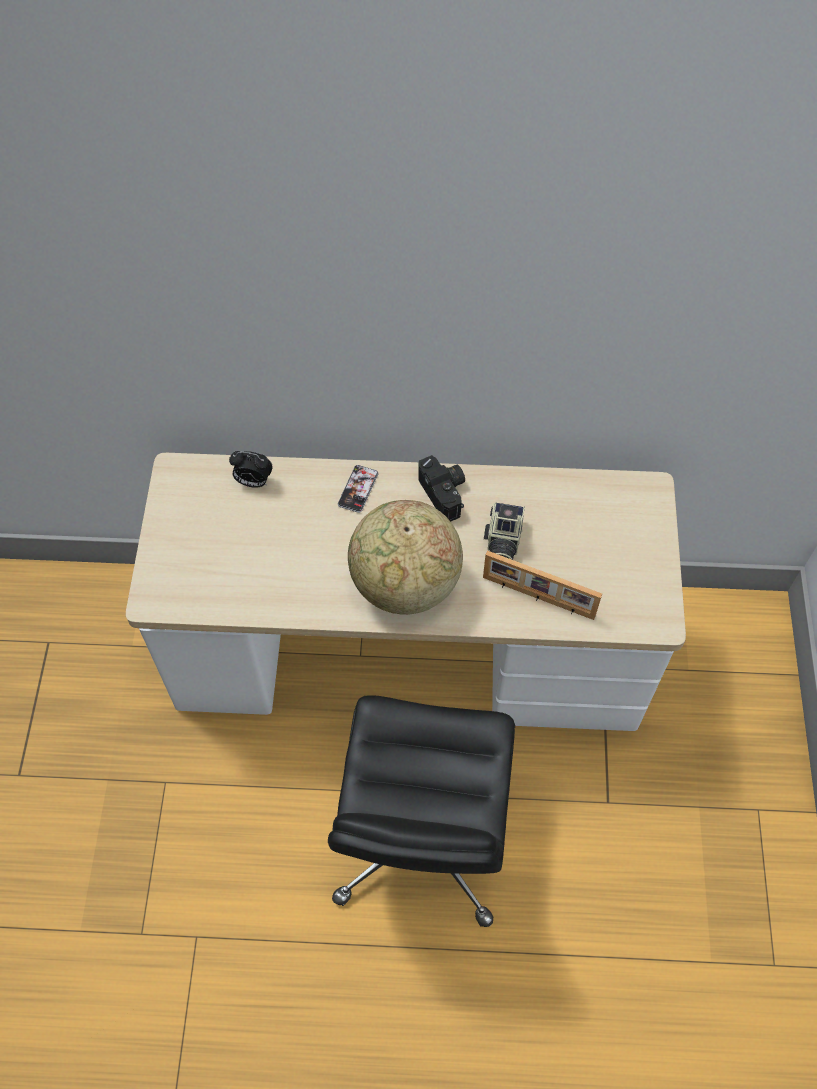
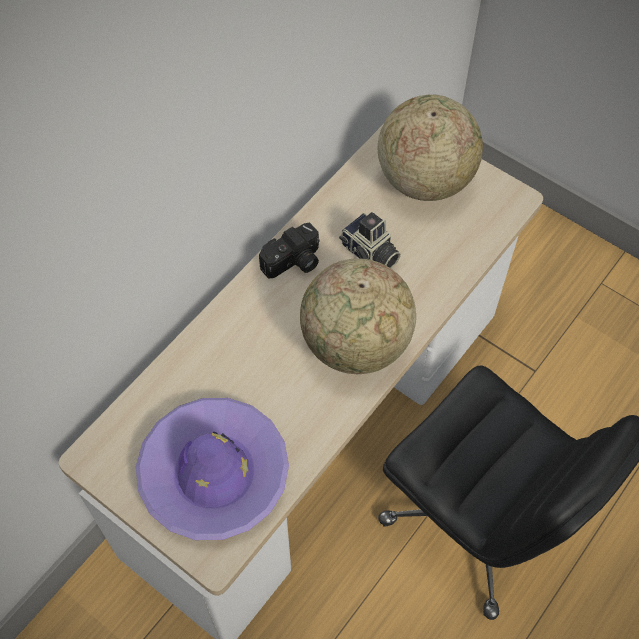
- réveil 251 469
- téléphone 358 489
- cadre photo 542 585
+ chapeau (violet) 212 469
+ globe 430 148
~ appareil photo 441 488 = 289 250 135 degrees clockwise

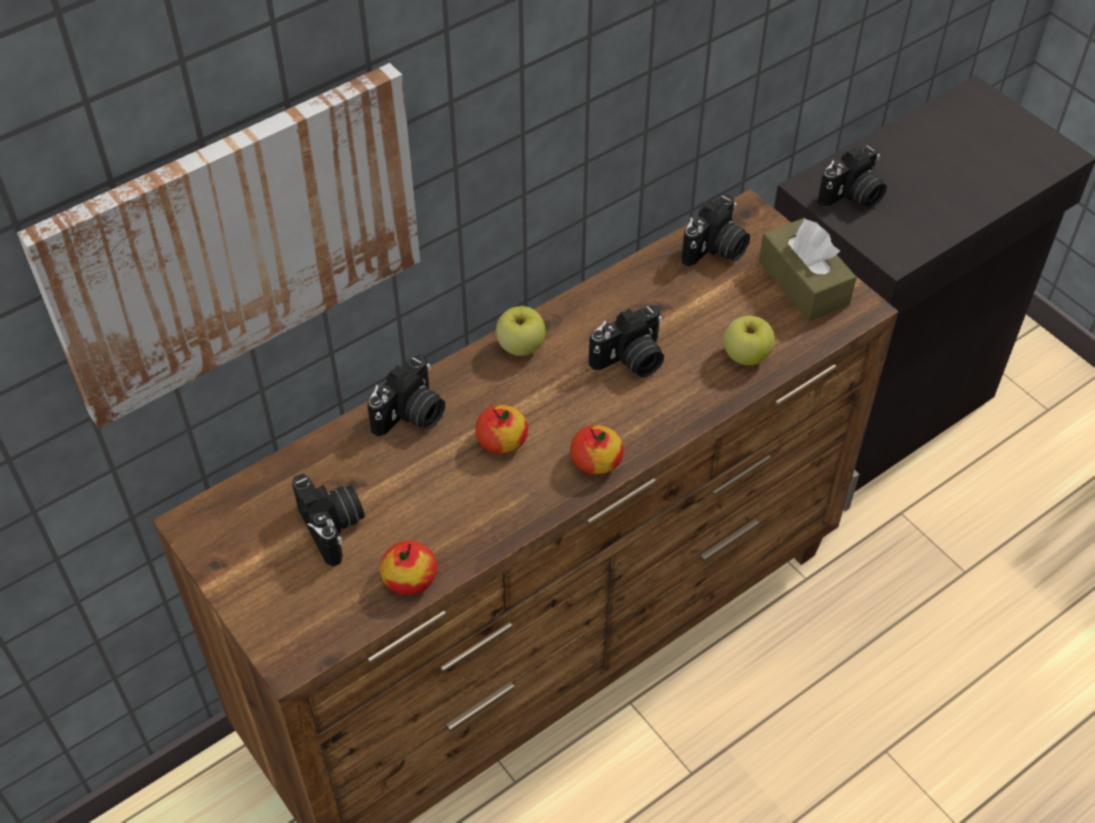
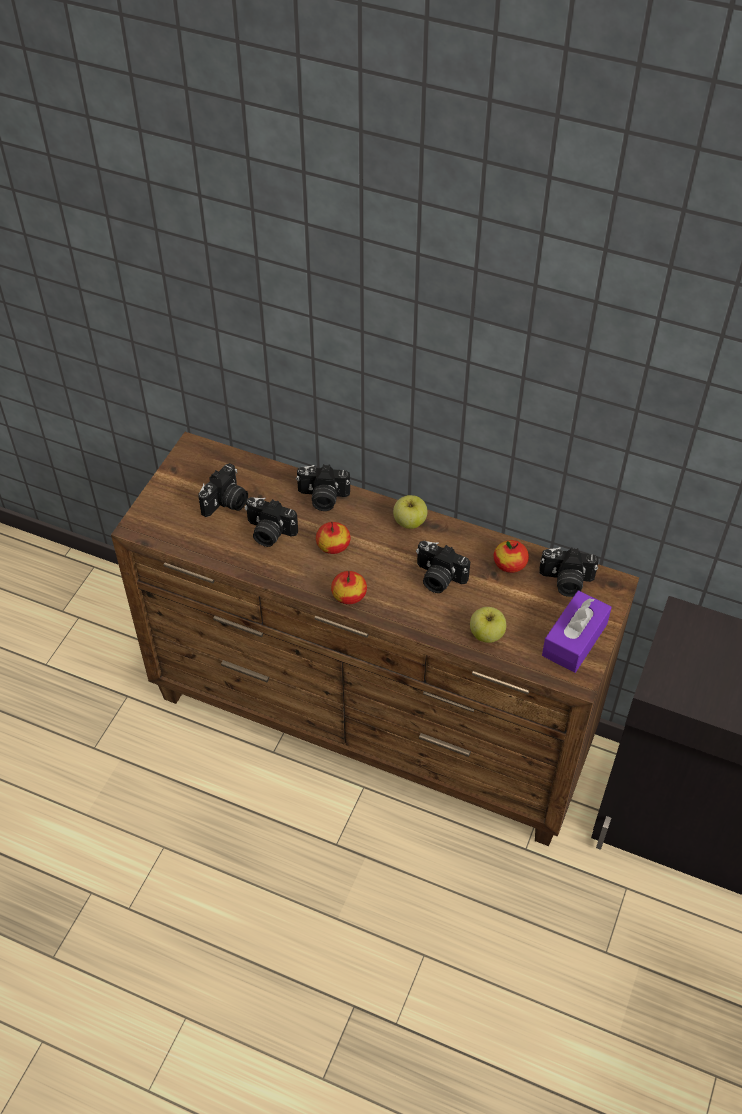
- tableau 218 245
~ pomme 408 568 to 511 556
~ appareil photo 852 177 to 271 522
~ boîte à mouchoirs (marron) 807 269 to boîte à mouchoirs (violet) 577 632

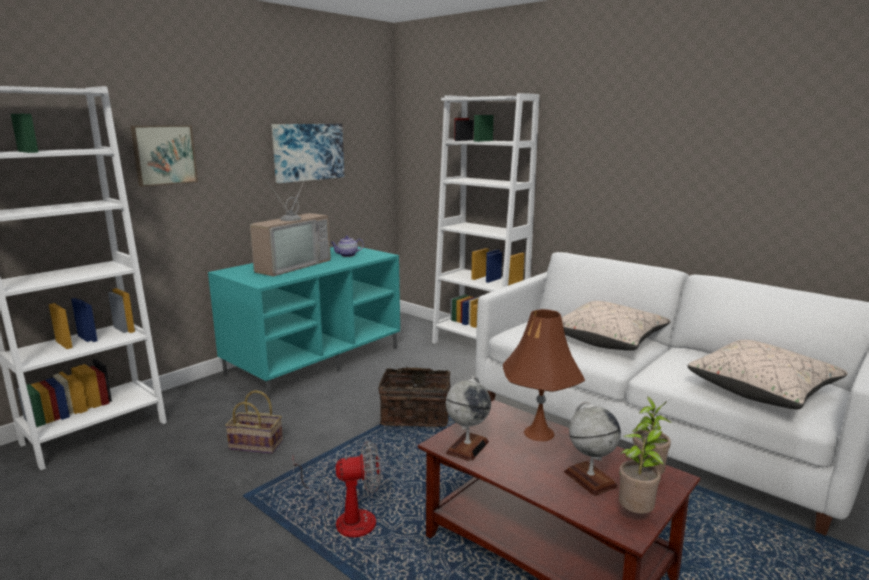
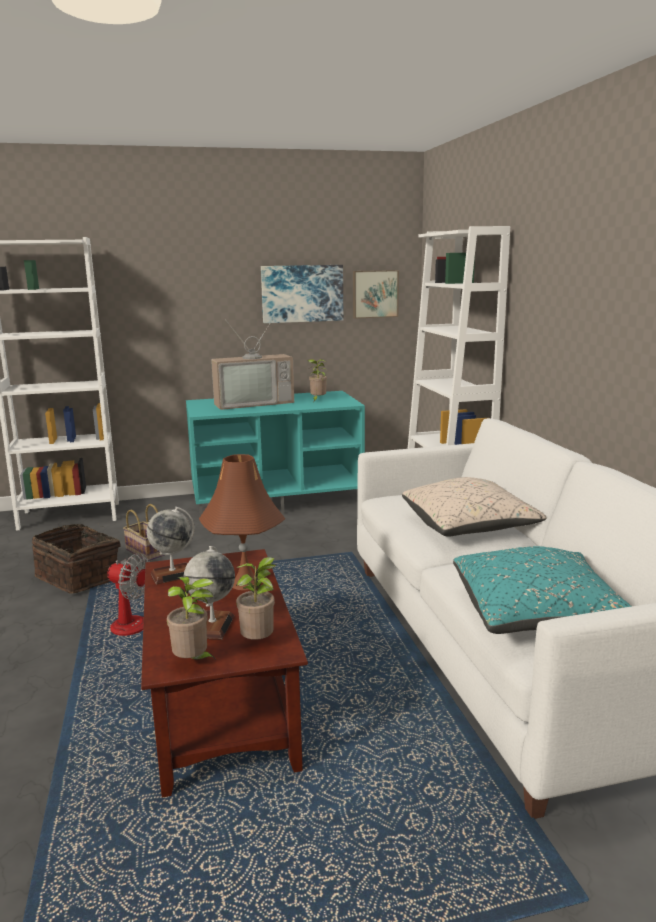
~ tableau 164 156 to 376 294
~ panier 414 396 to 76 559
~ théière 347 246 to plante en pot 317 380
~ coussin (beige) 768 374 to coussin (turquoise) 542 590

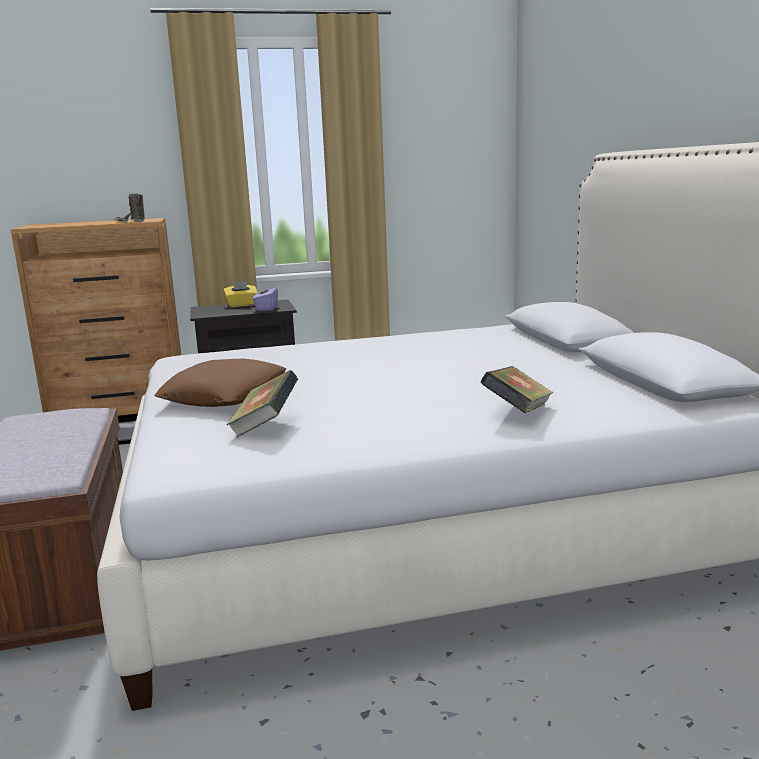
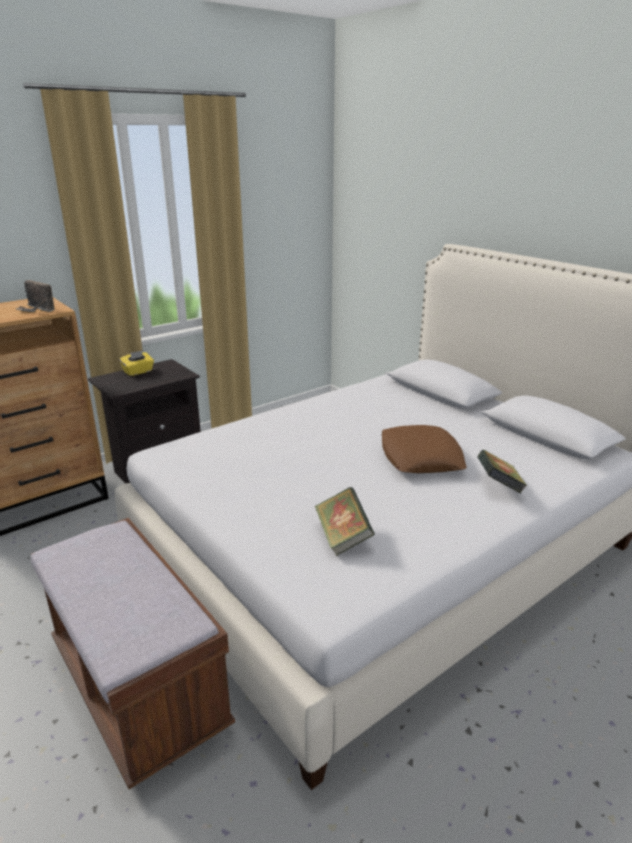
- boîte à mouchoirs (violet) 265 297
~ coussin (marron) 221 383 to 423 449

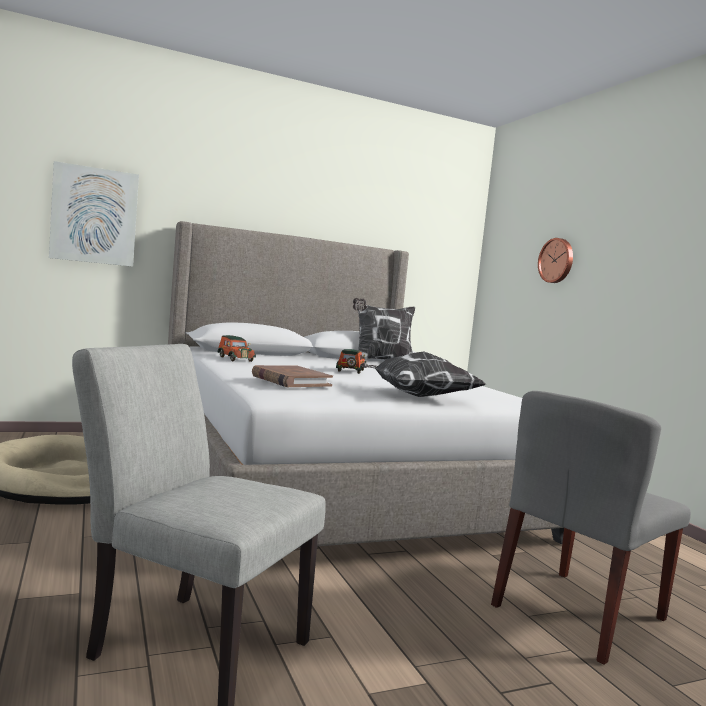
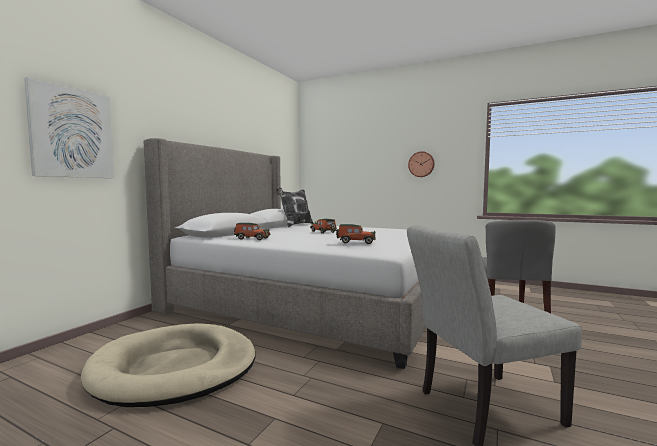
- coussin 423 374
~ horloge murale 555 260 to 421 164
~ livre (marron) 292 376 to petite voiture 356 234

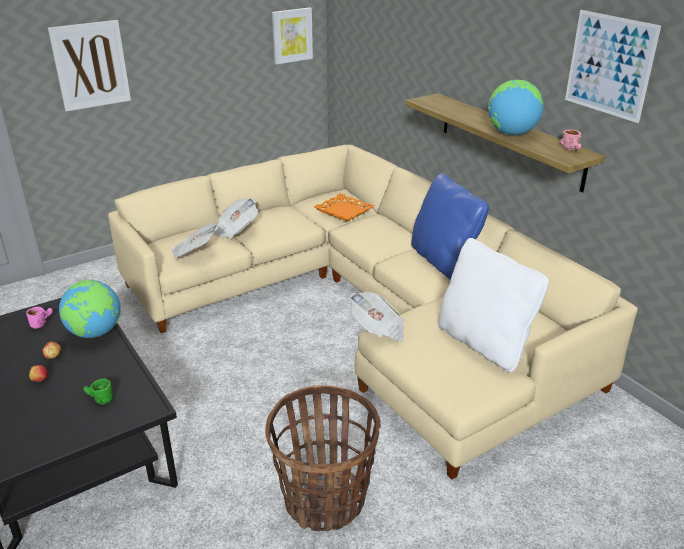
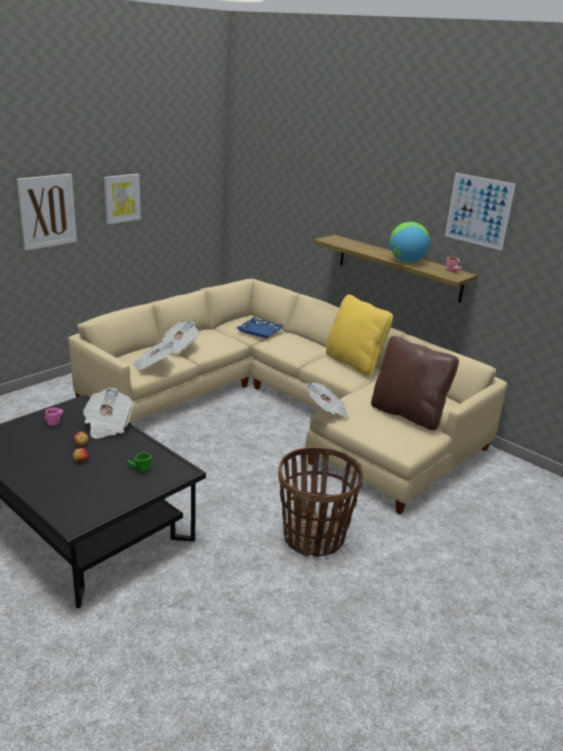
~ tableau 292 36 to 122 199
~ globe 90 309 to journal 108 413
~ plateau (orange) 343 207 to plateau (bleu) 260 327
~ coussin (bleu) 450 226 to coussin (jaune) 359 335
~ coussin (blanc) 493 305 to coussin (marron) 415 383

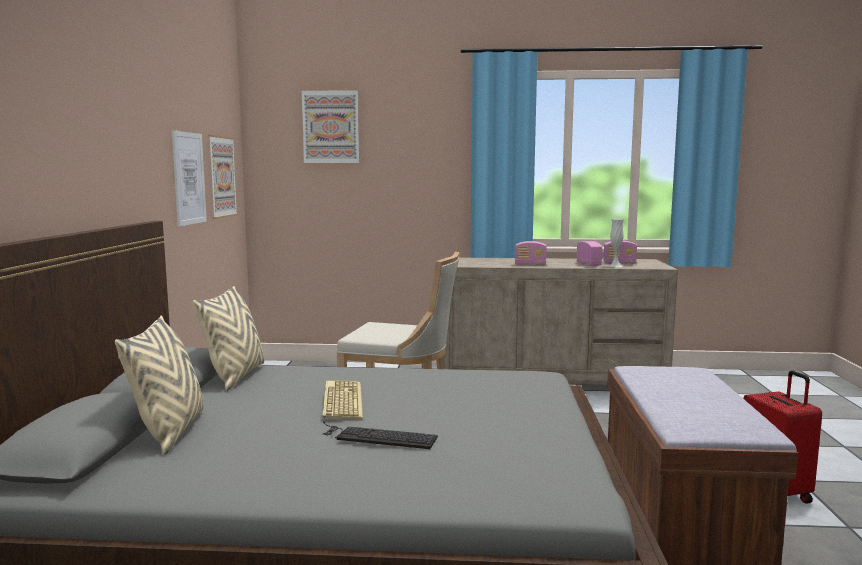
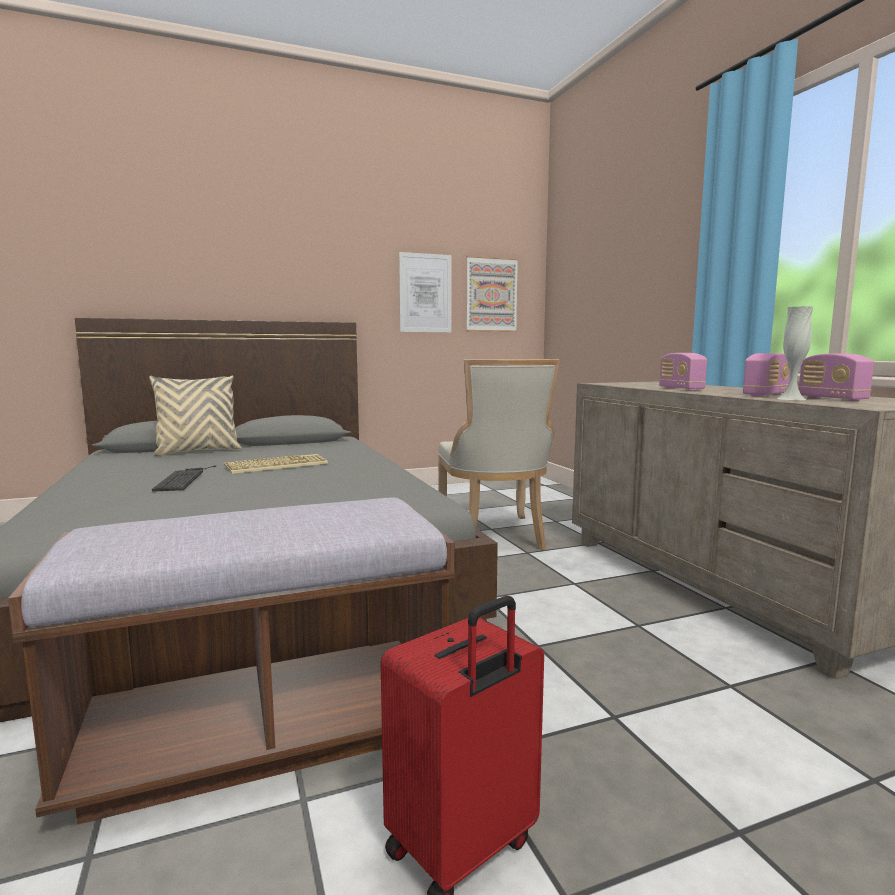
- coussin (beige) 228 338
- tableau 330 126

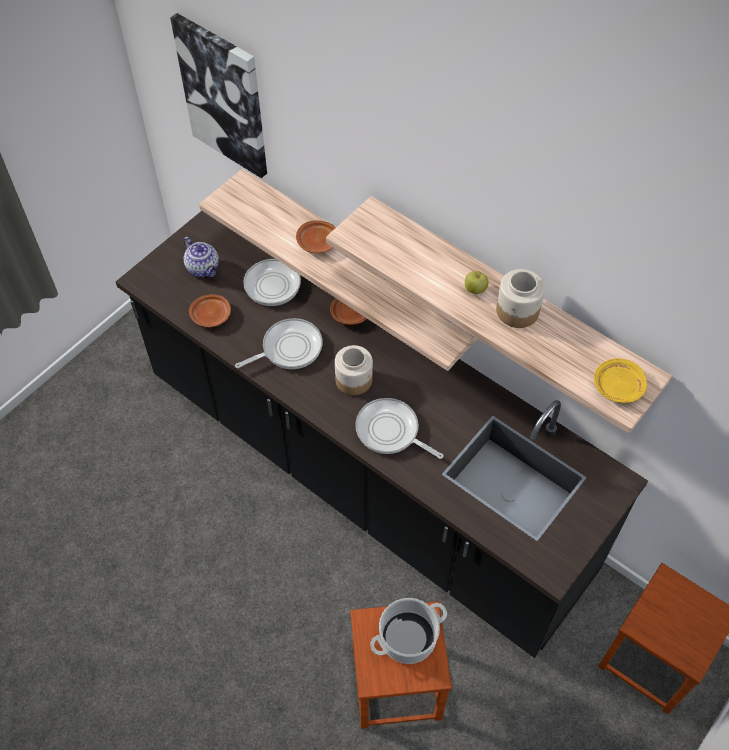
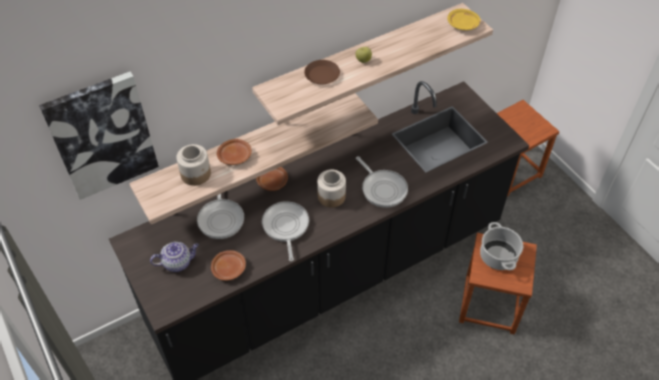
+ assiette (marron) 322 72
~ bocal 520 298 to 193 165
~ poêle 399 428 = 382 182 90 degrees counterclockwise

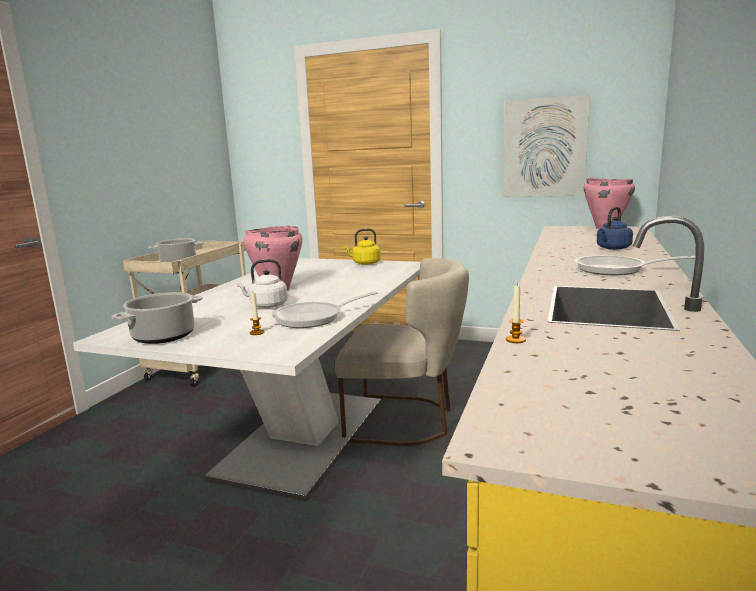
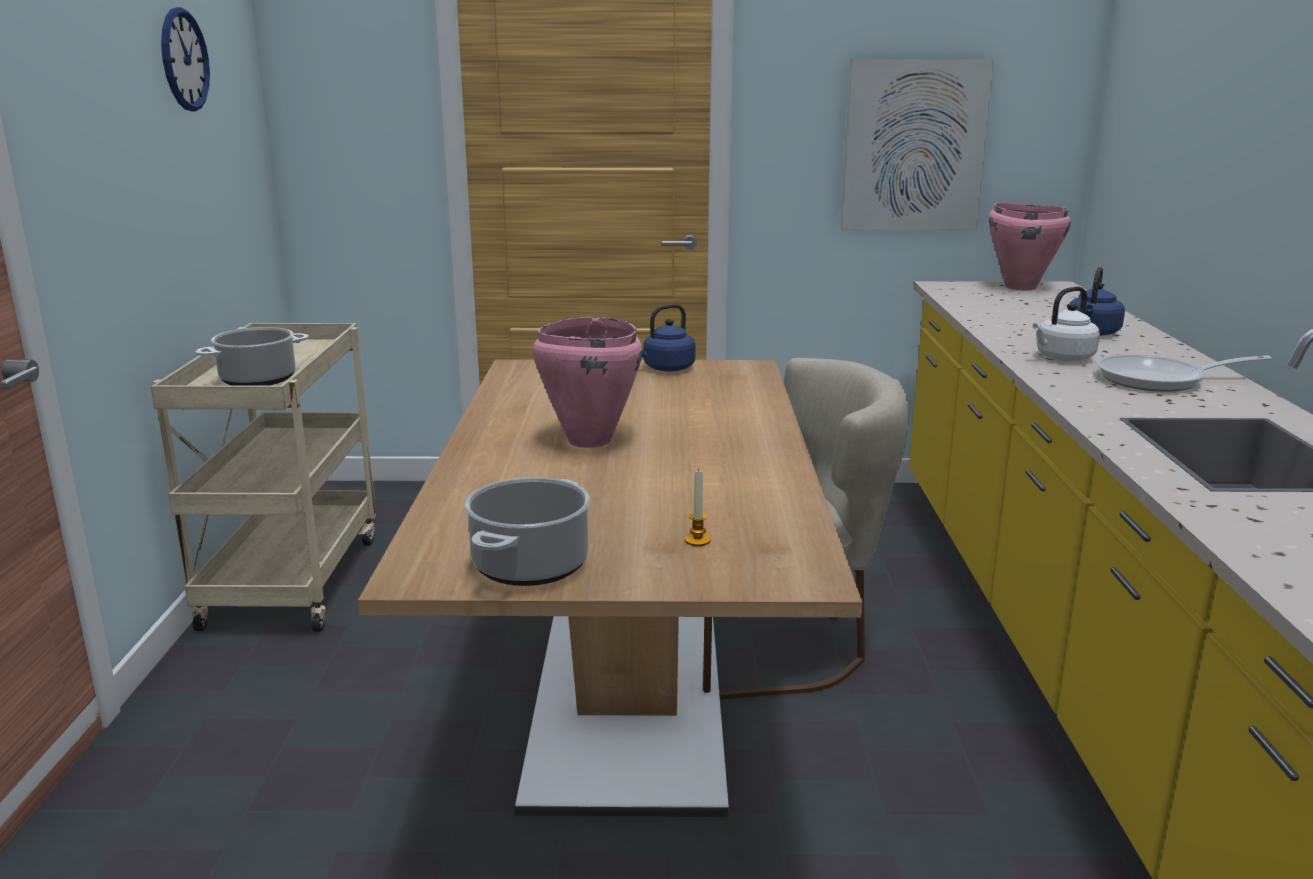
- poêle 325 309
- bougie 516 314
+ horloge murale 185 59
~ bouilloire (blanc) 262 283 to 1066 324
~ table à manger (blanc) 247 379 to table à manger (marron) 610 588
~ bouilloire (jaune) 362 247 to bouilloire (bleu) 669 338

